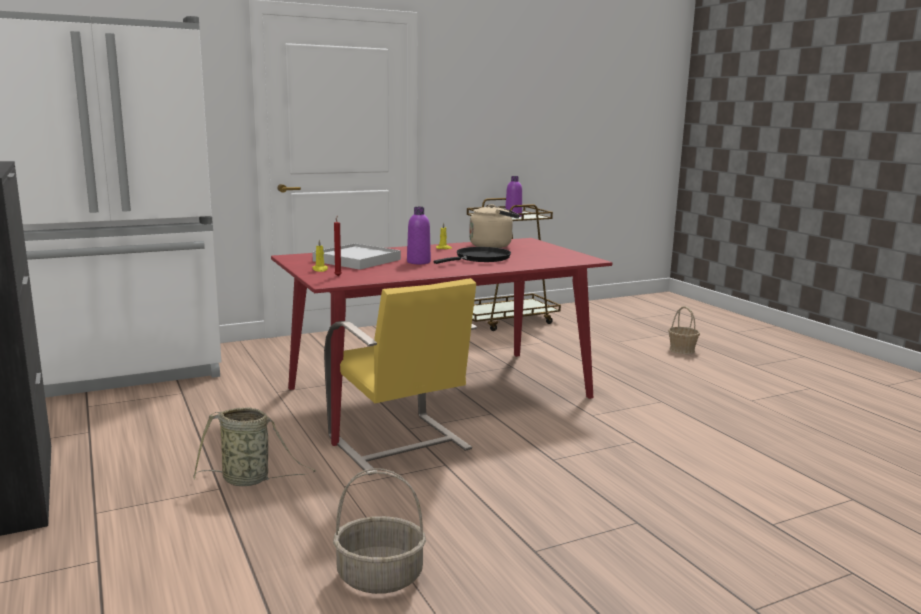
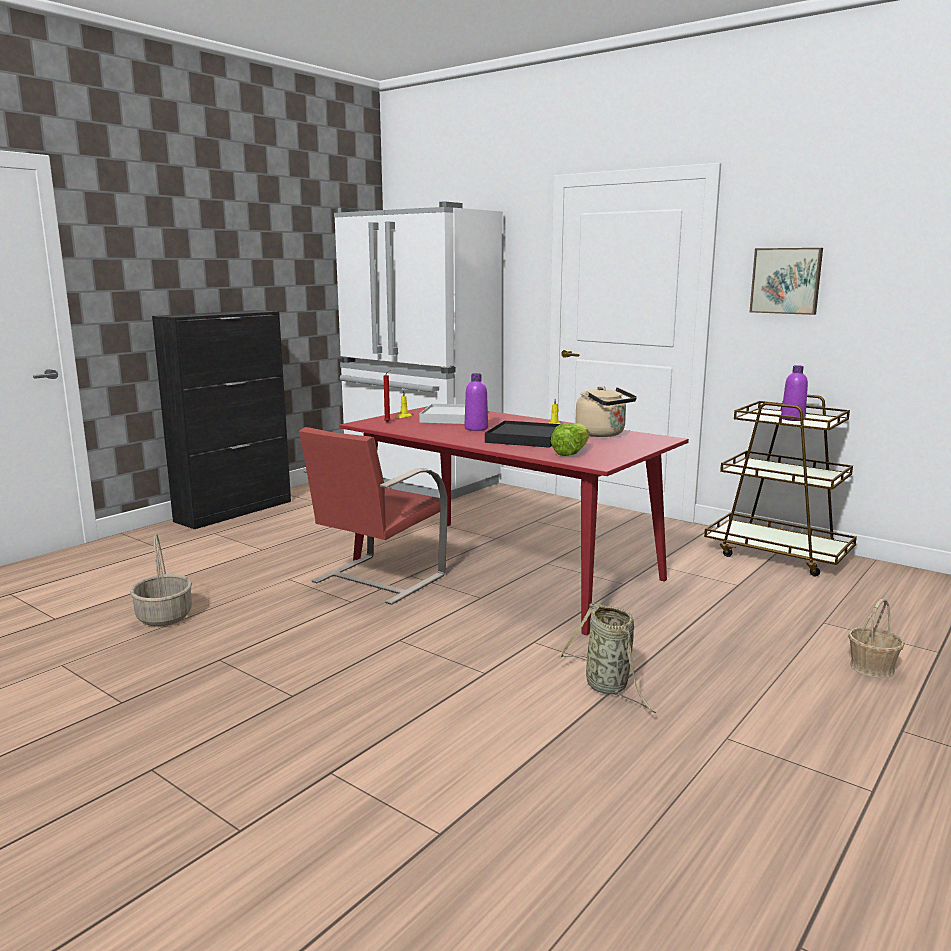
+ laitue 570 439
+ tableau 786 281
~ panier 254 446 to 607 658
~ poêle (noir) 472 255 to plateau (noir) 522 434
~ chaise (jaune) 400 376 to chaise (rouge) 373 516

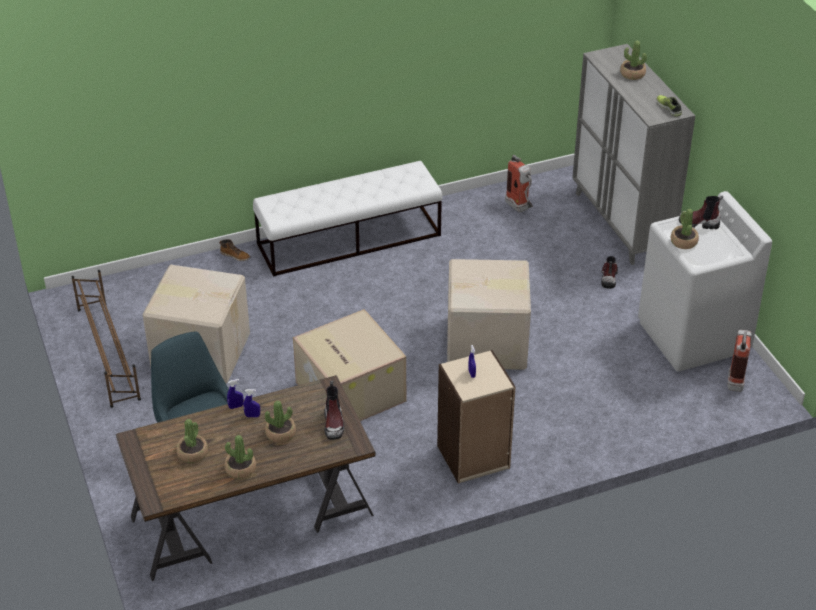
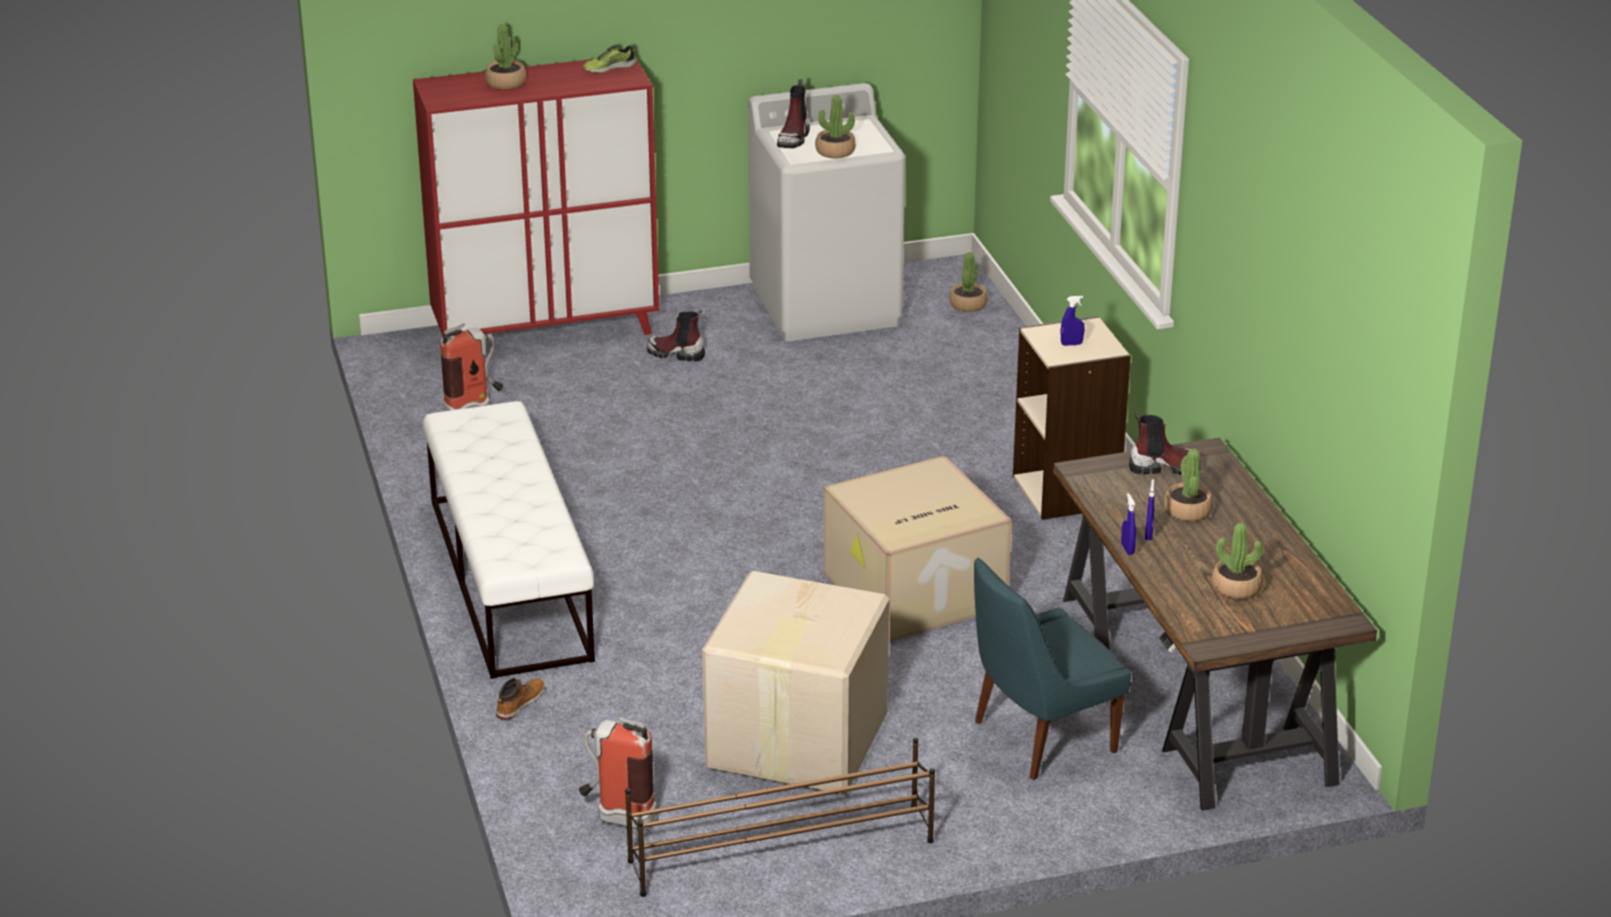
- carton 489 314
~ plante en pot 240 457 to 968 282
~ extincteur 739 361 to 618 773
~ meuble de rangement (gris) 633 154 to meuble de rangement (rouge) 536 196

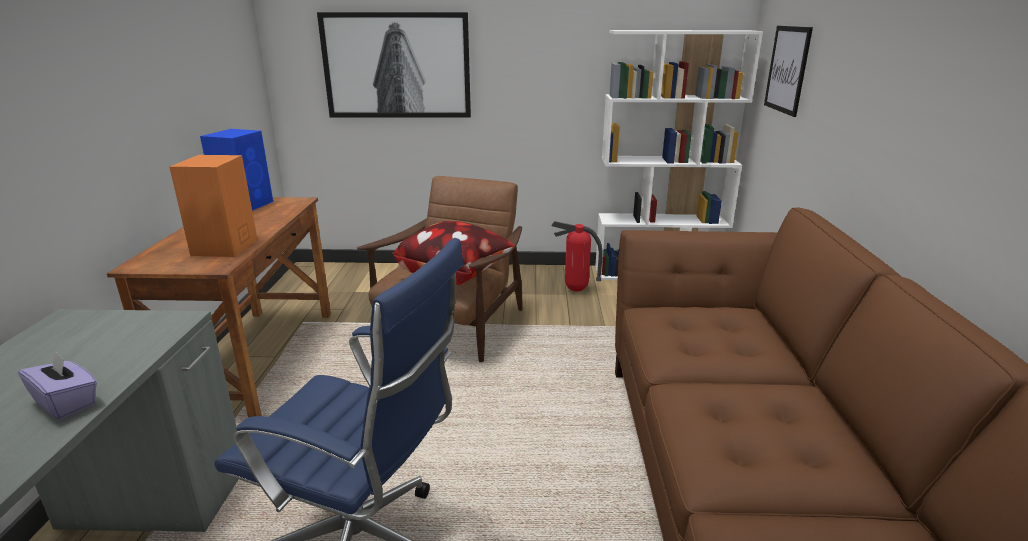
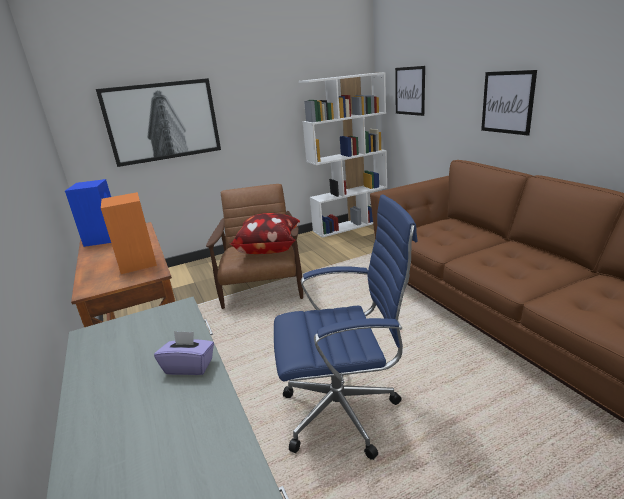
- extincteur 577 256
+ tableau 509 102

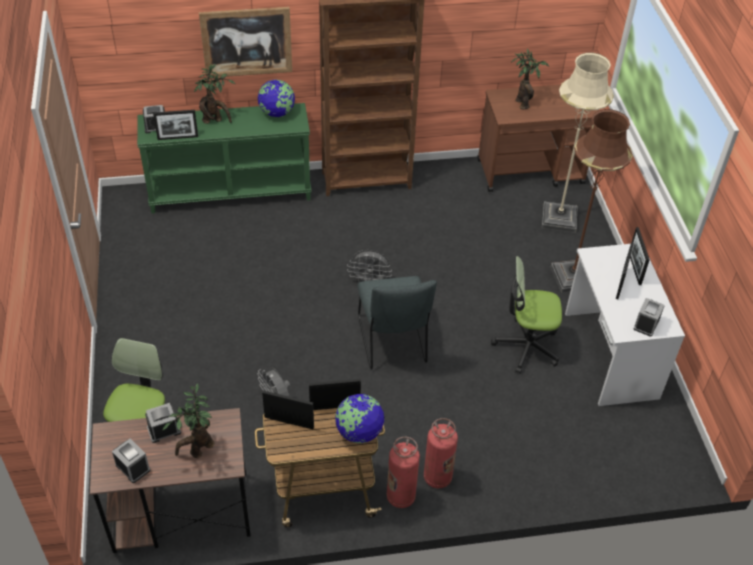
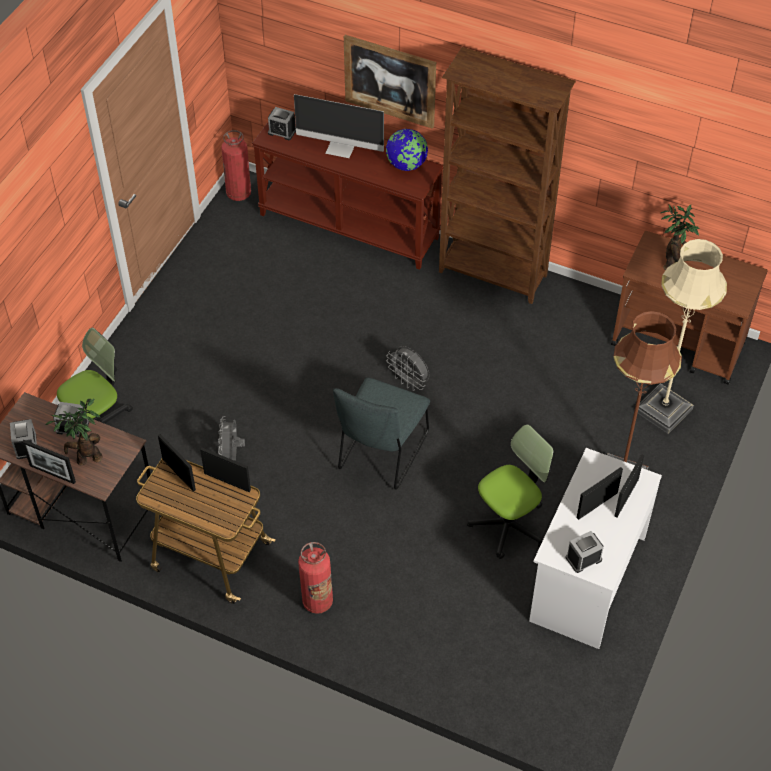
- globe 360 418
~ cadre photo 175 125 to 49 462
~ extincteur 403 472 to 236 165
~ plante en pot 214 94 to écran d'ordinateur 339 126
~ table console (vert) 224 158 to table console (marron) 347 196
~ chaise de bureau 526 315 = 510 491 105 degrees clockwise

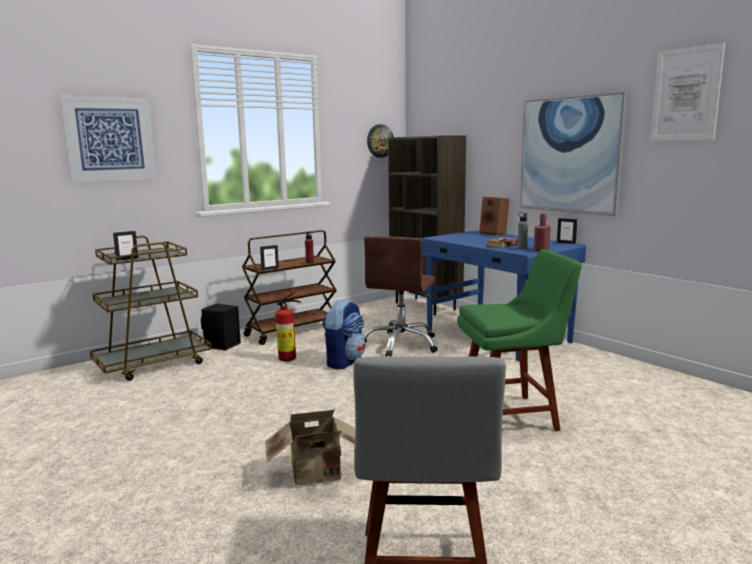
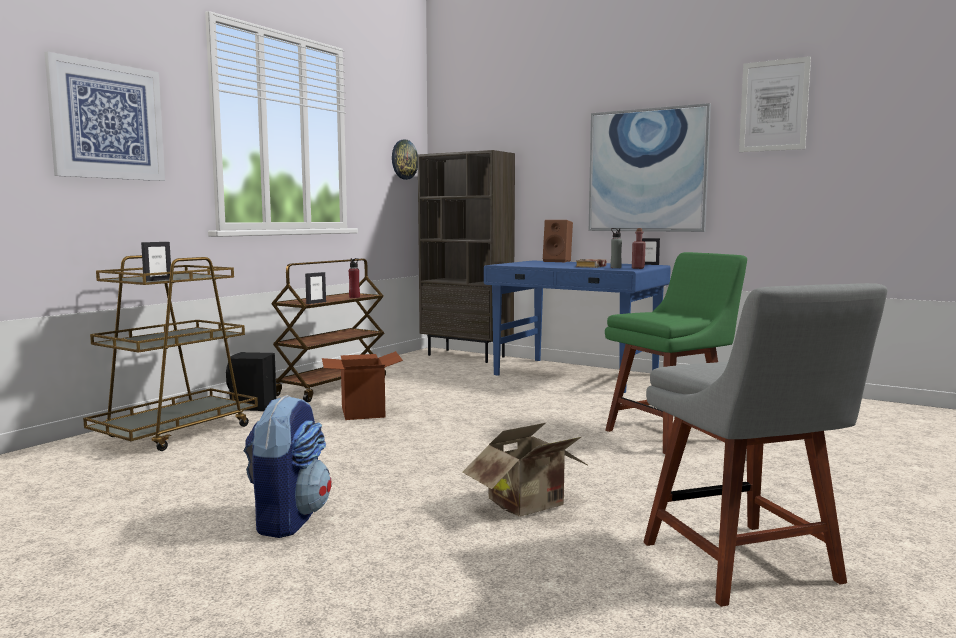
- chaise de bureau (marron) 401 296
~ sac à dos 344 334 to 288 466
~ extincteur 288 326 to carton 362 385

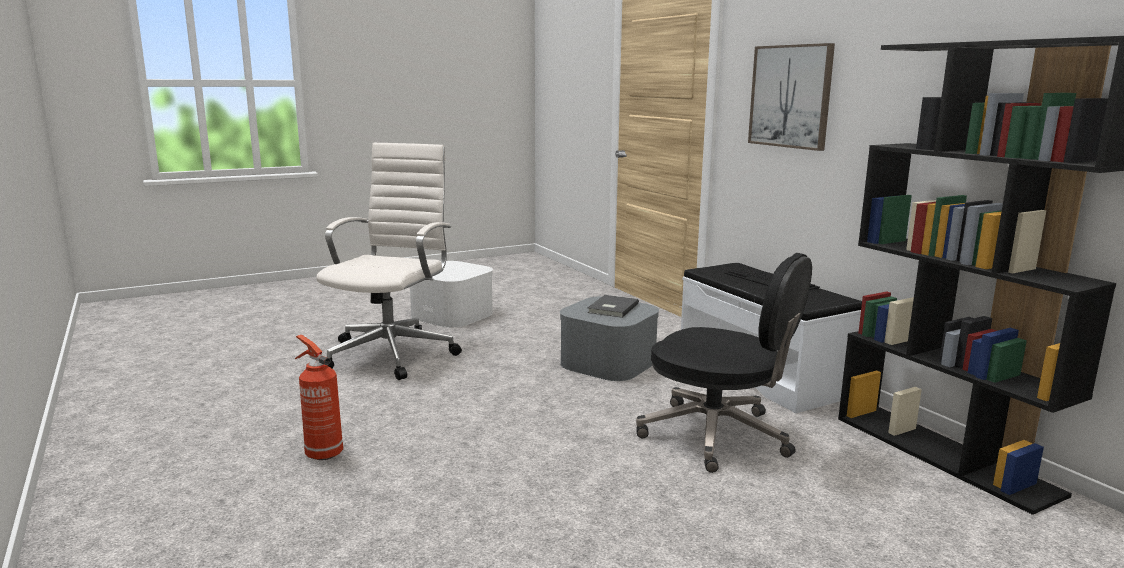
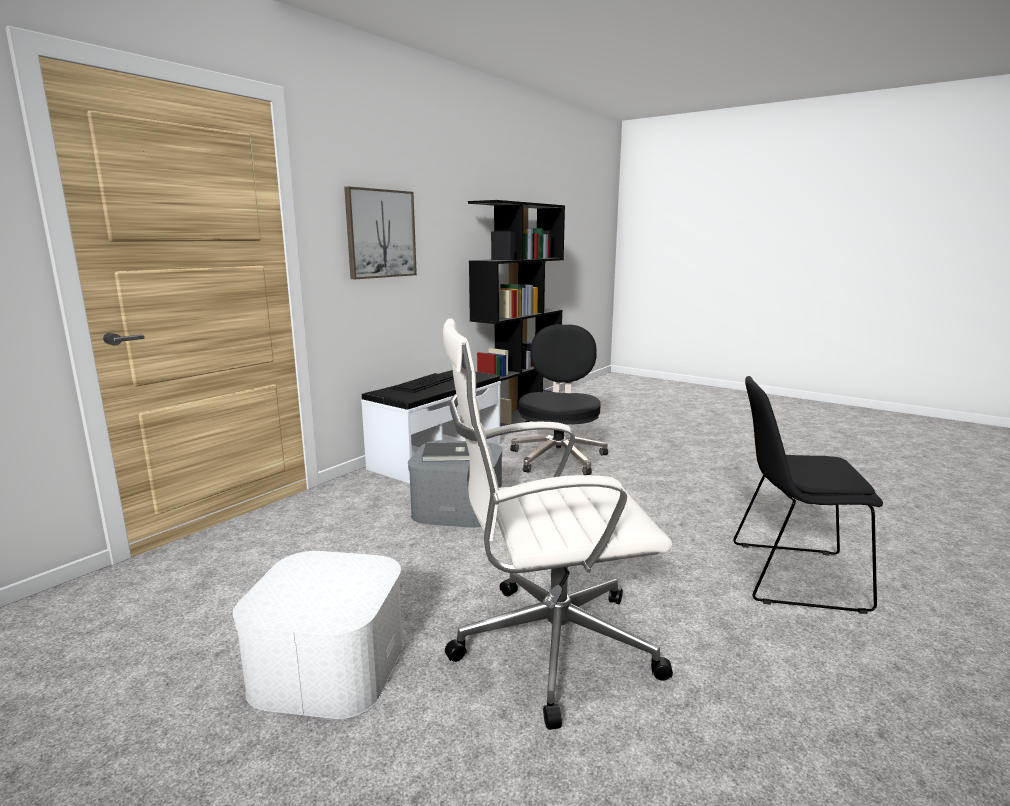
~ extincteur 319 397 to chaise (noir) 808 495

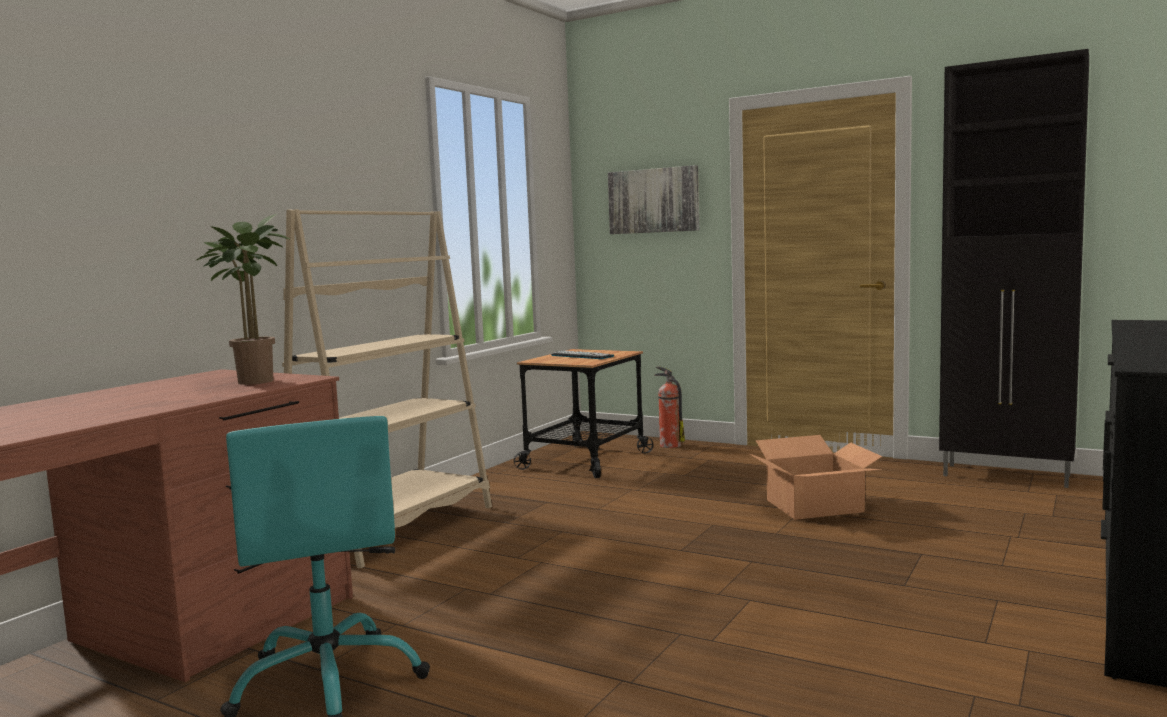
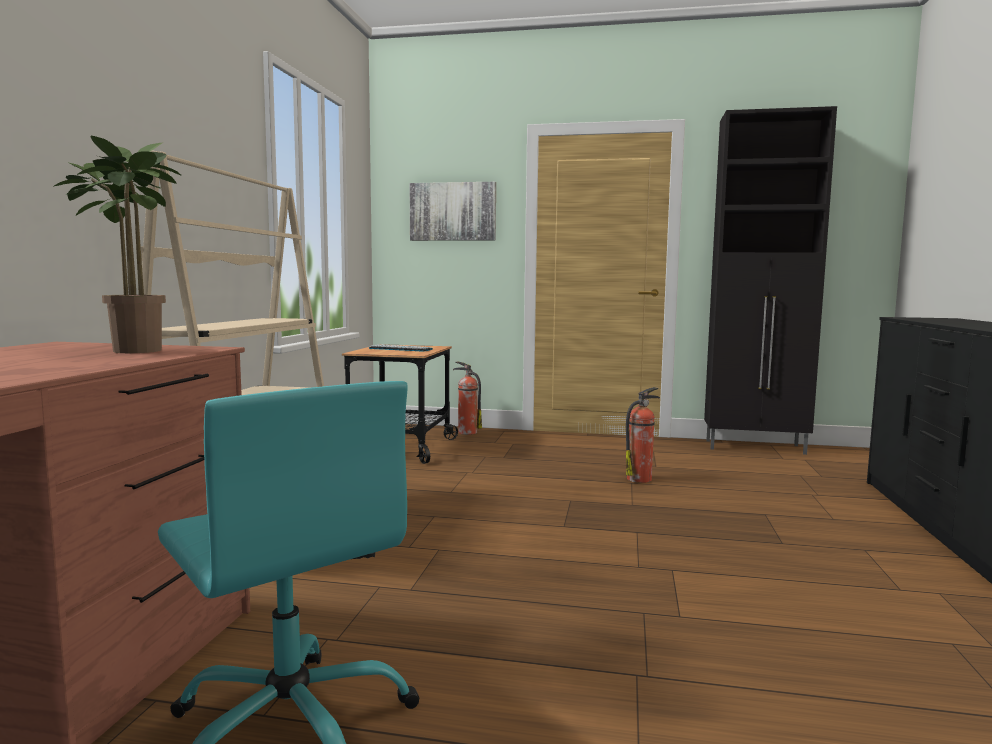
~ carton 815 477 to extincteur 643 435

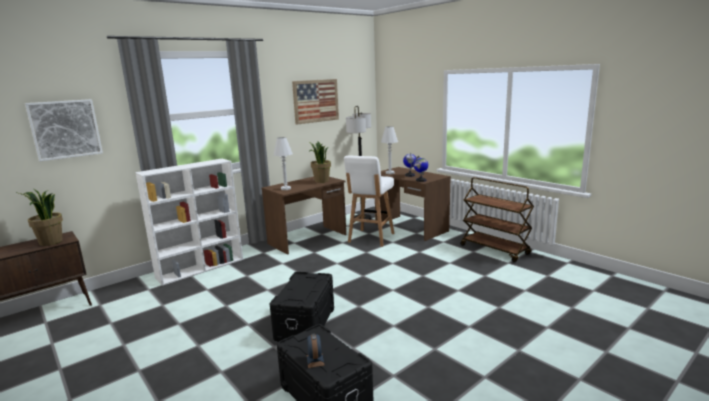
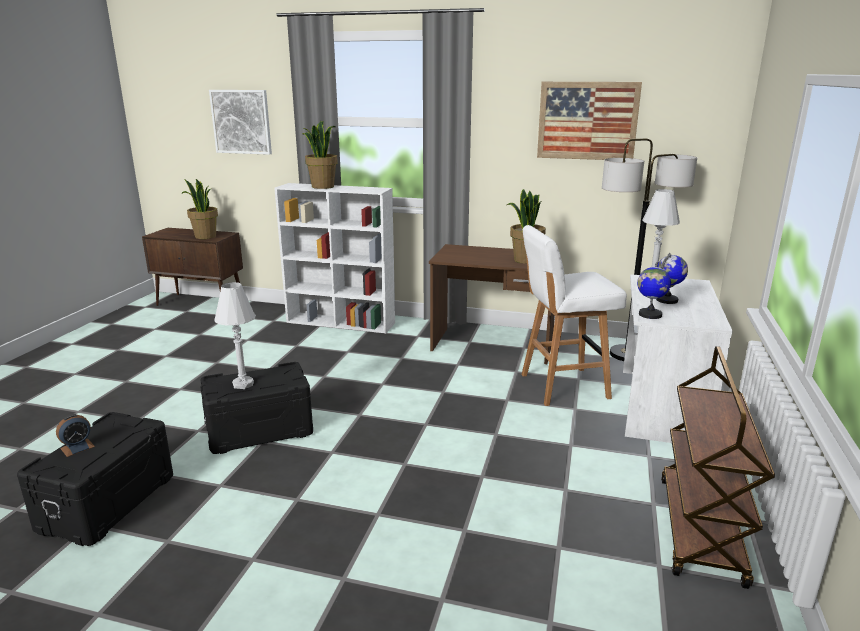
+ plante en pot 320 155
~ lampe de table (blanc) 283 163 to 235 335
~ bureau (marron) 413 204 to bureau (blanc) 678 358

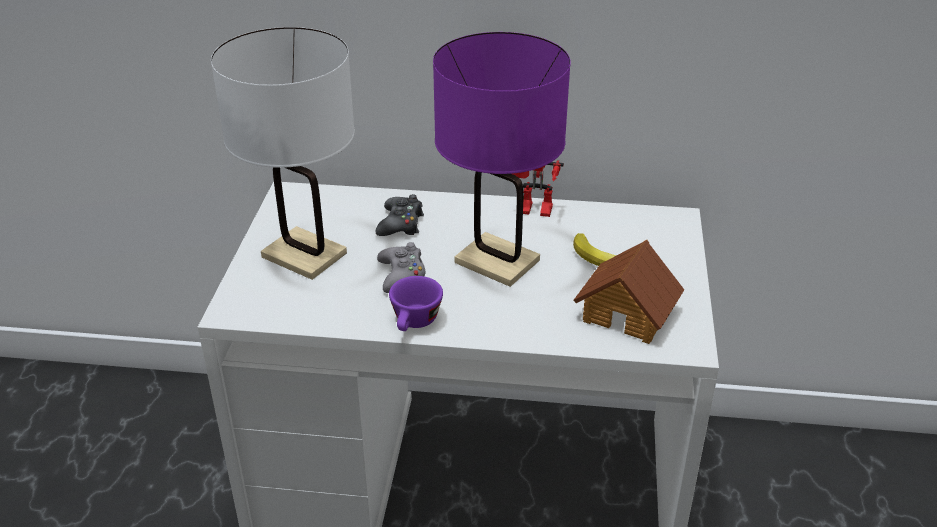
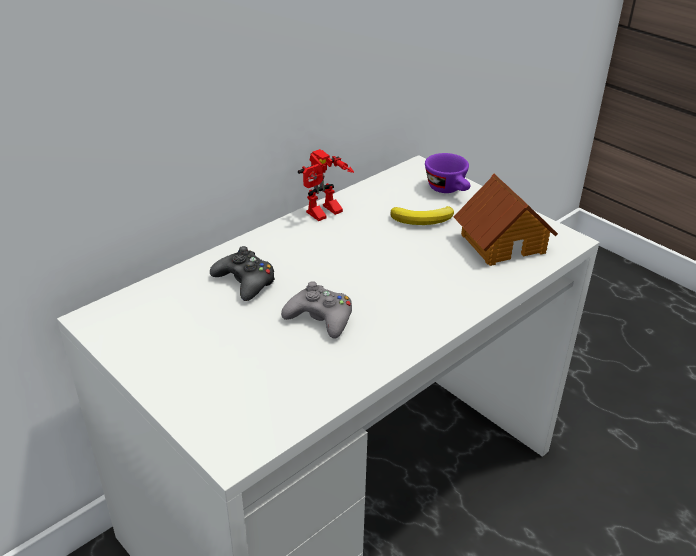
- lampe de table (blanc) 283 153
- lampe de table (violet) 502 159
~ tasse (violet) 416 303 to 447 173

